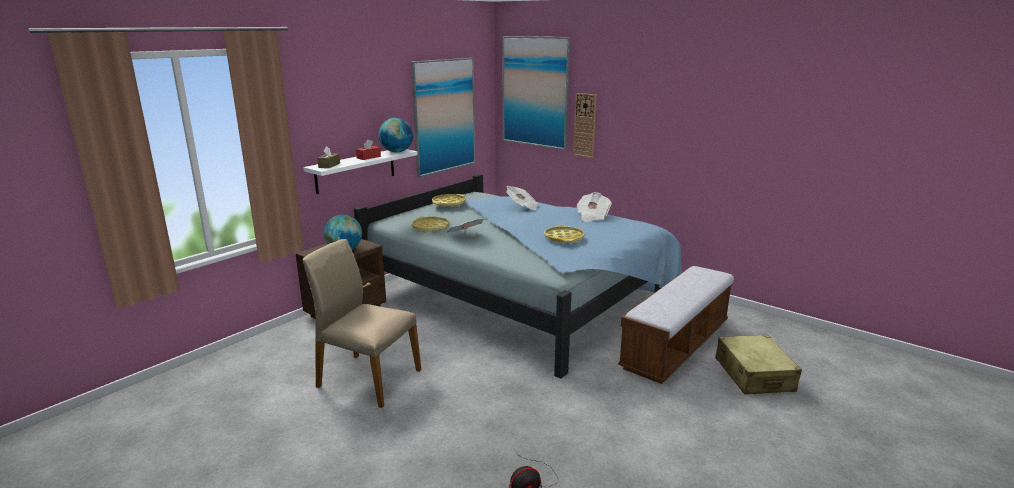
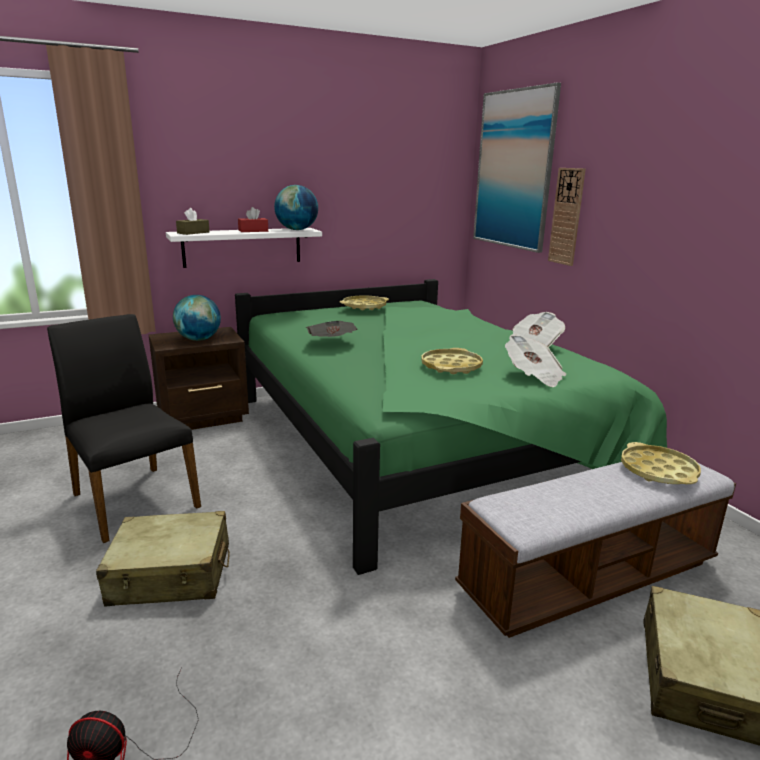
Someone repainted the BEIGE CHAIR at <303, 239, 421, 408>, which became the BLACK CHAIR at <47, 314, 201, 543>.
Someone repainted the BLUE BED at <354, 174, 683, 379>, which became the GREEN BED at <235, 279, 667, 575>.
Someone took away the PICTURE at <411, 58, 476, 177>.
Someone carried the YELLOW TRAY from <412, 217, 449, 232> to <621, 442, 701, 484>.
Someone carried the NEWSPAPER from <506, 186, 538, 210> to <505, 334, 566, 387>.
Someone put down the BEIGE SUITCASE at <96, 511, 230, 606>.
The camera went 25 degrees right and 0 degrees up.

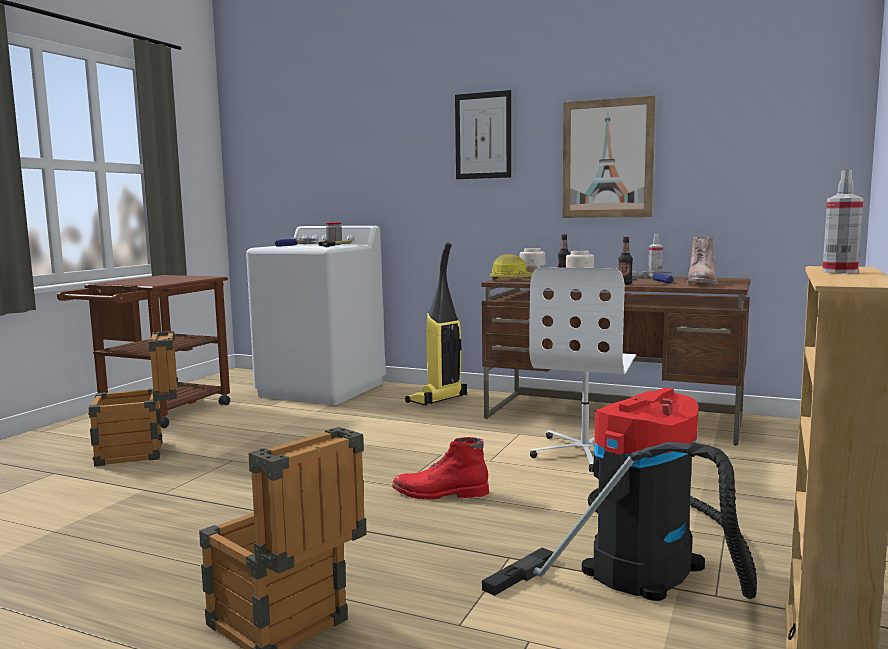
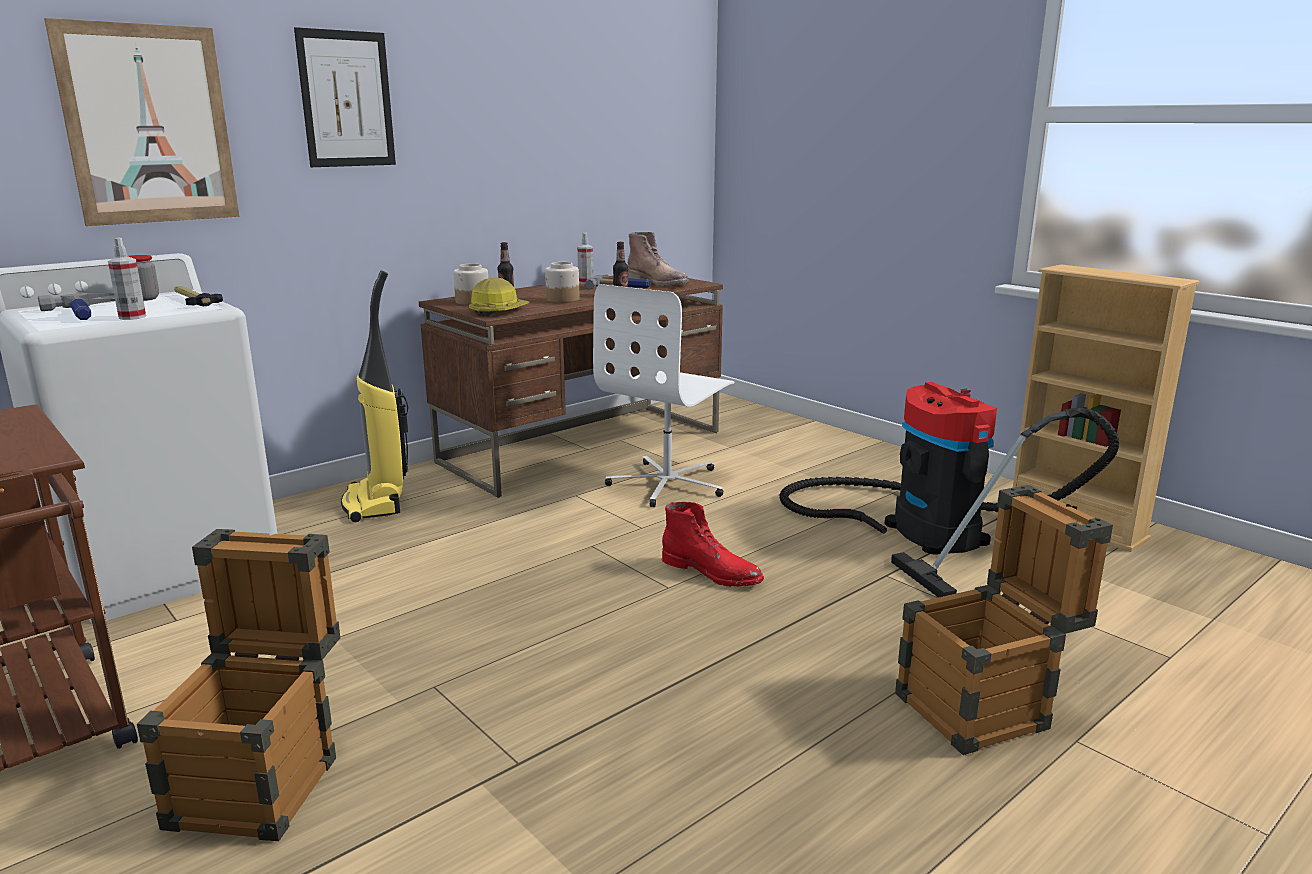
Someone rotated the RED BOOT at <392, 437, 489, 500> by 90 degrees counterclockwise.
Someone rotated the WHITE OFFICE CHAIR at <529, 267, 636, 472> by 75 degrees clockwise.
Someone carried the PICTURE from <563, 96, 656, 218> to <44, 18, 240, 226>.
Someone carried the SPRAY BOTTLE from <822, 170, 863, 274> to <108, 238, 146, 320>.
The camera went 65 degrees left and 10 degrees up.

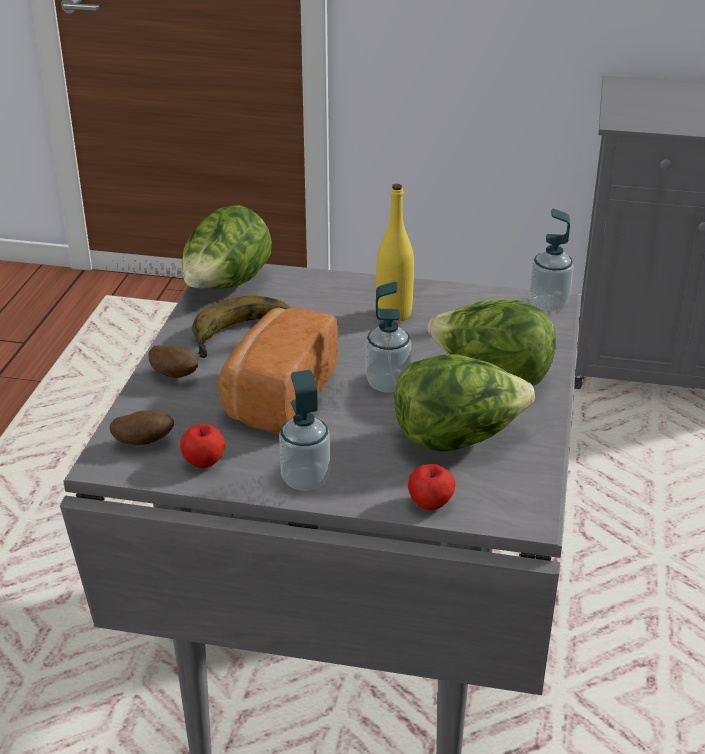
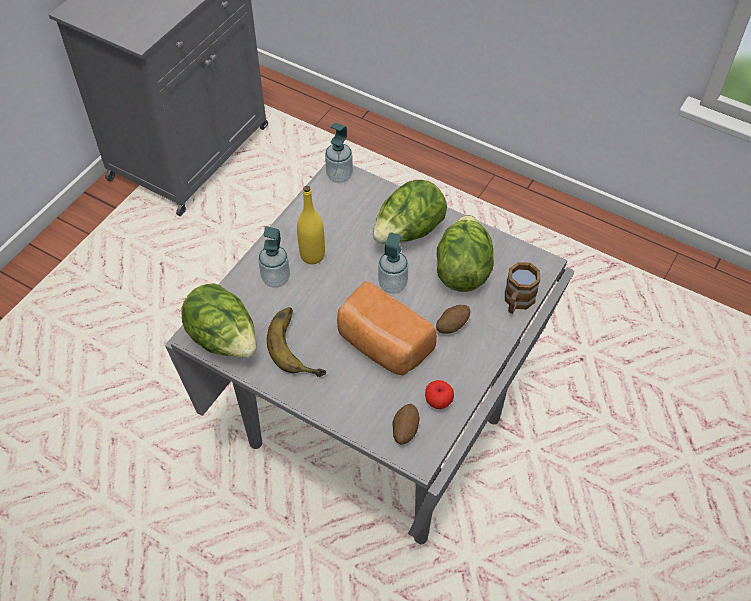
Someone carried the POTATO from <149, 346, 198, 378> to <436, 305, 470, 334>.
Someone carried the SOAP DISPENSER from <279, 370, 330, 491> to <258, 226, 290, 288>.
Someone swapped the APPLE at <408, 464, 456, 510> for the MUG at <505, 262, 540, 314>.
The camera went 70 degrees left and 20 degrees up.

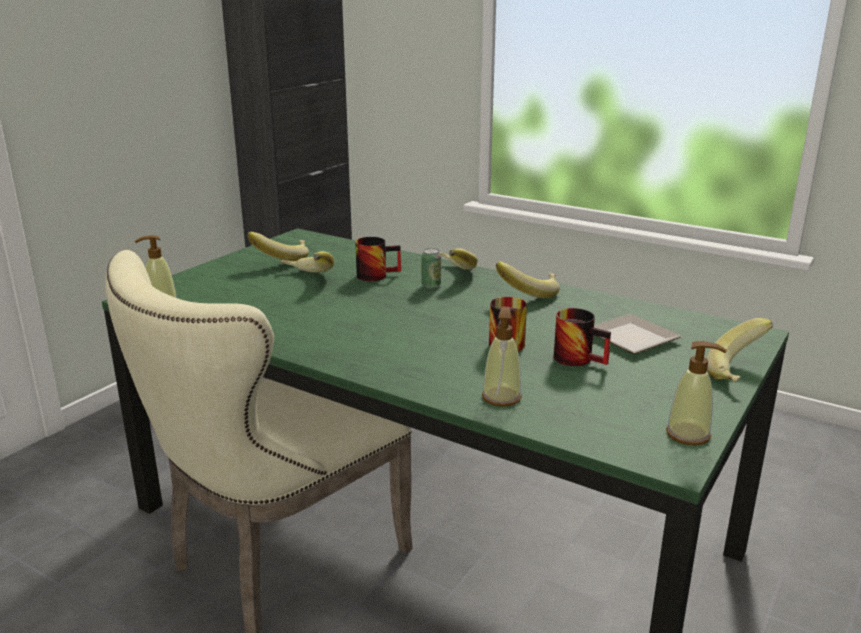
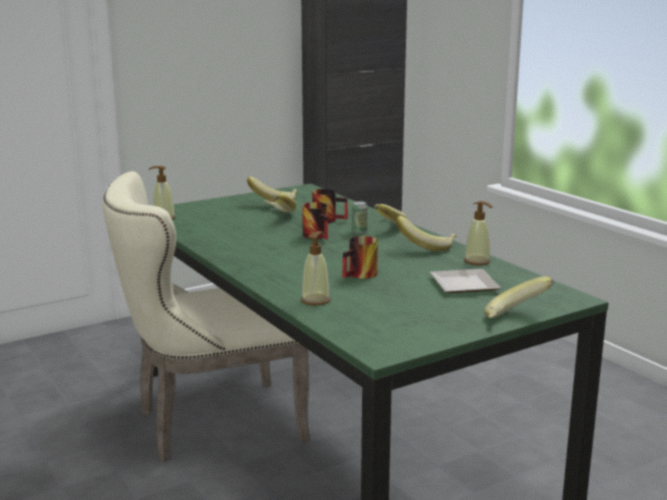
Someone carried the MUG from <554, 308, 611, 366> to <302, 202, 328, 239>.
Someone carried the SOAP DISPENSER from <666, 341, 727, 446> to <464, 201, 493, 265>.
The camera went 25 degrees right and 5 degrees down.

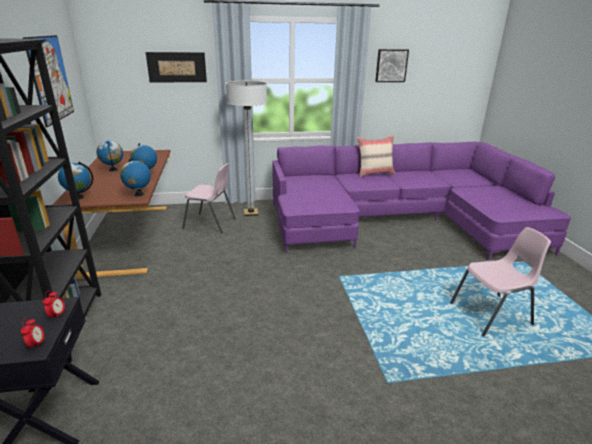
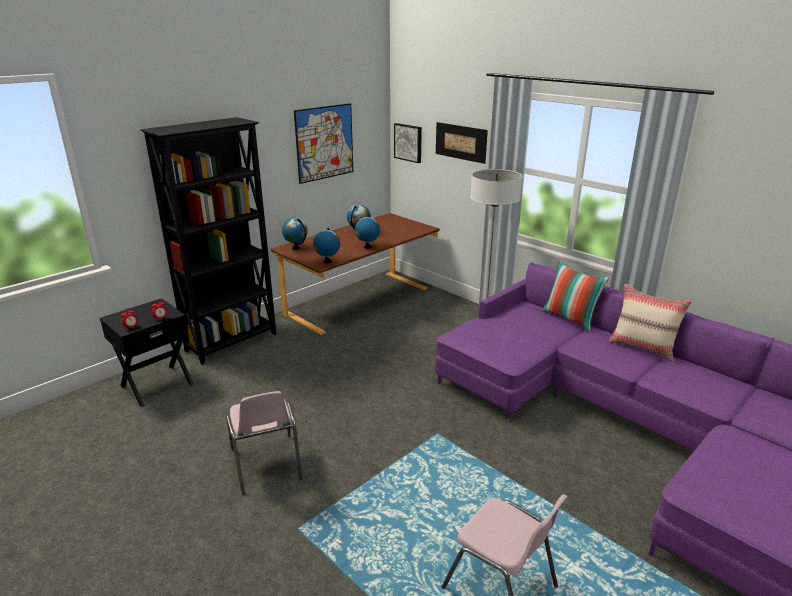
Someone carried the PINK CHAIR from <182, 163, 236, 234> to <226, 391, 303, 494>.
Someone carried the PICTURE from <375, 49, 409, 82> to <394, 123, 422, 163>.
Someone put down the PILLOW at <542, 261, 609, 332>.
The camera went 55 degrees right and 0 degrees up.

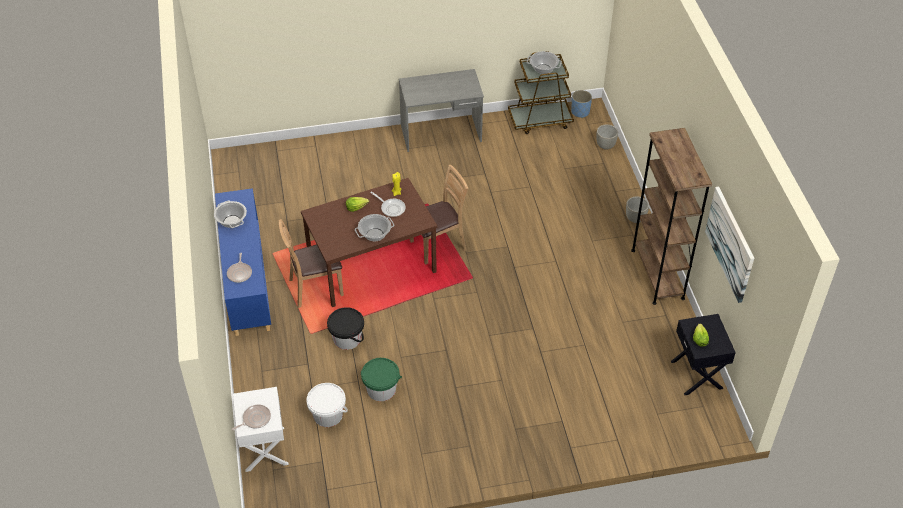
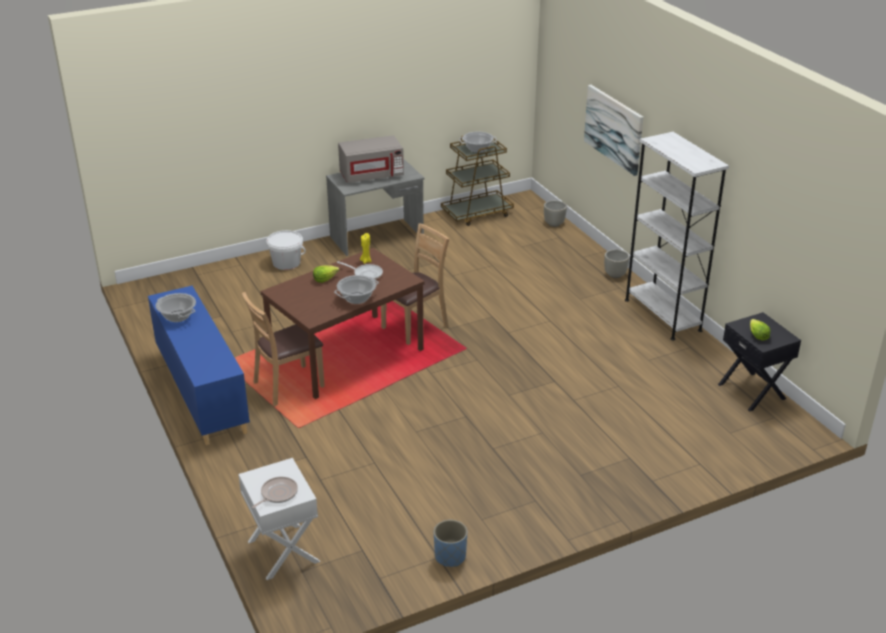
Someone took away the FRYING PAN at <227, 253, 252, 283>.
Someone carried the WHITE BUCKET from <306, 383, 348, 427> to <266, 230, 306, 270>.
Someone took away the BLACK BUCKET at <327, 307, 364, 350>.
Someone took away the GREEN BUCKET at <361, 358, 402, 401>.
Someone carried the BLUE PLANTER from <571, 90, 592, 118> to <434, 520, 467, 567>.
Someone repainted the BROWN BOOKCASE at <631, 128, 712, 305>, which became the WHITE BOOKCASE at <625, 132, 729, 340>.
Someone carried the PICTURE from <705, 187, 754, 303> to <584, 85, 644, 176>.
Someone put down the GREY MICROWAVE at <338, 135, 404, 183>.
The camera went 15 degrees left and 15 degrees down.

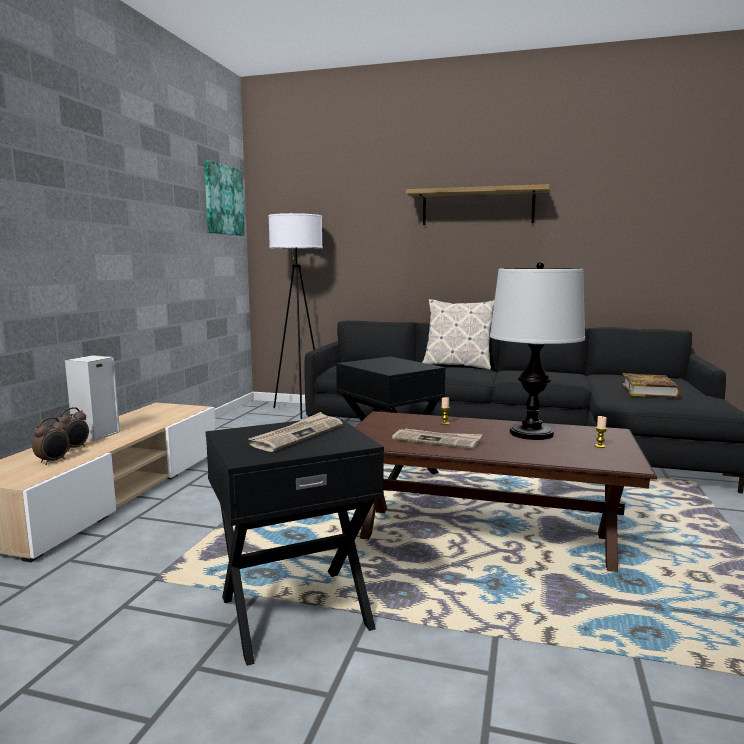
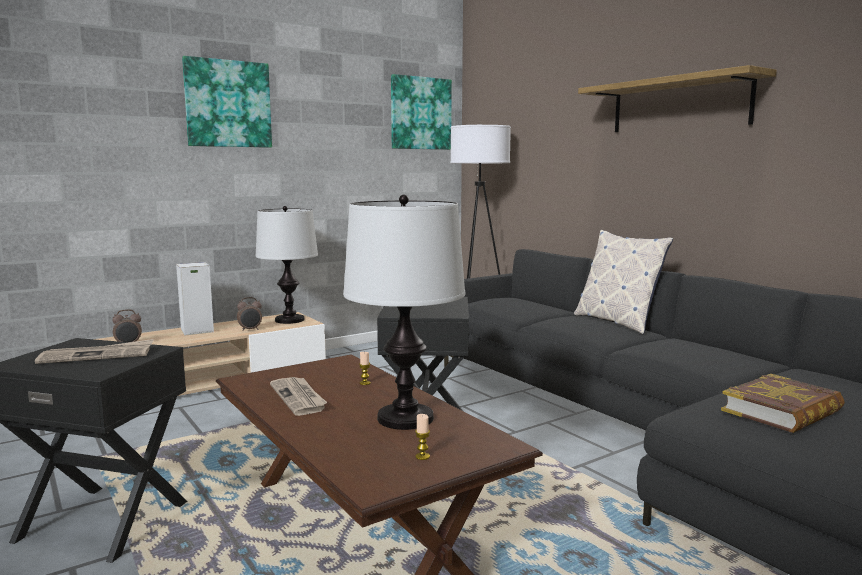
Someone carried the ALARM CLOCK from <57, 407, 89, 452> to <237, 297, 262, 331>.
Someone put up the PICTURE at <182, 56, 272, 148>.
Someone put down the TABLE LAMP at <255, 206, 318, 324>.
The camera went 40 degrees right and 0 degrees up.

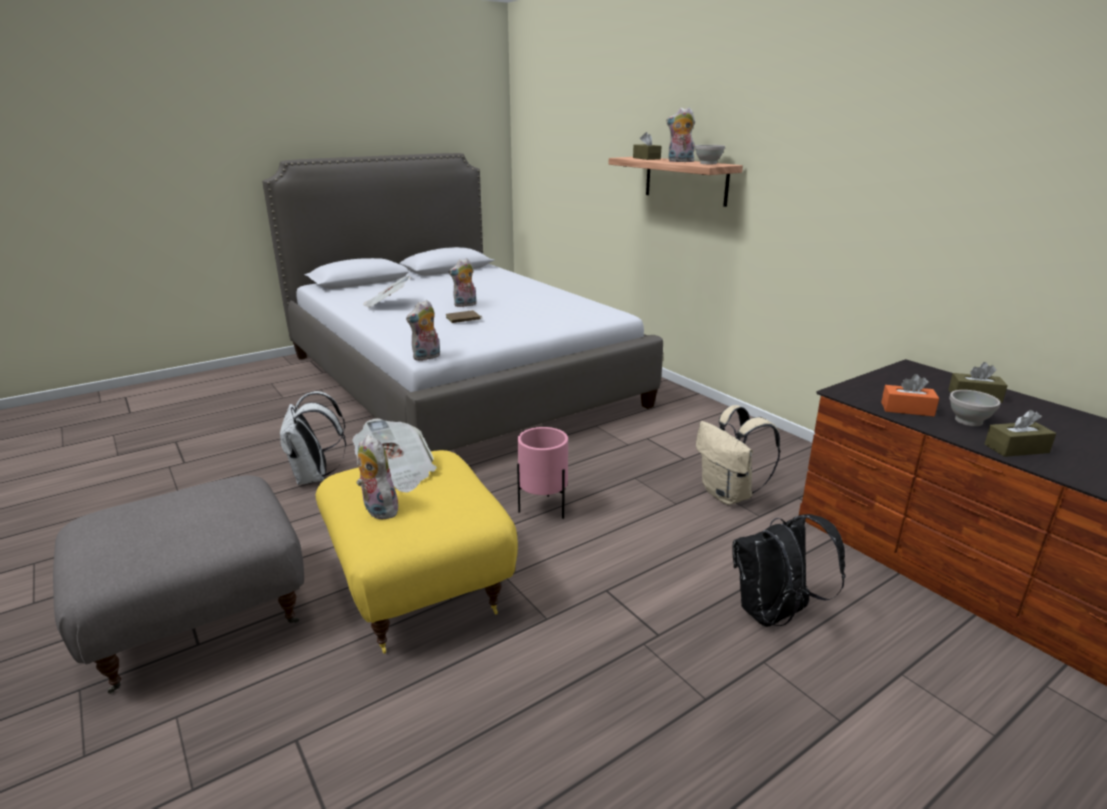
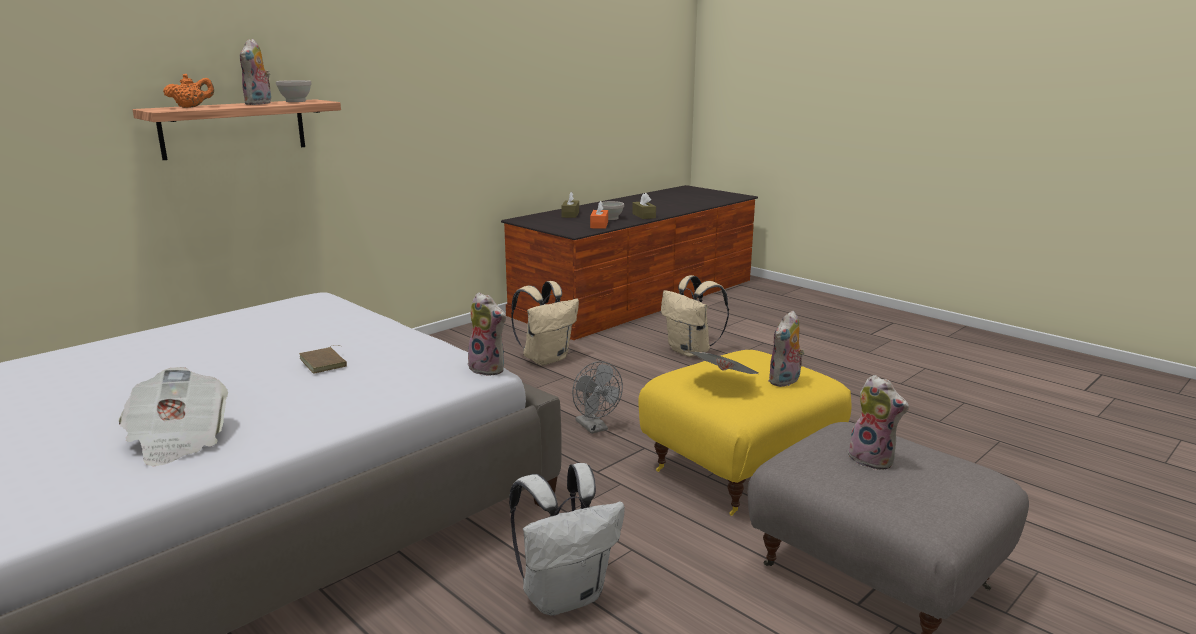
Someone carried the PLUSH TOY from <449, 258, 477, 307> to <848, 375, 909, 470>.
Someone swapped the PINK PLANTER at <517, 427, 568, 519> for the GREY FAN at <572, 361, 623, 434>.
Someone swapped the BROWN TISSUE BOX at <633, 132, 662, 160> for the ORANGE TEAPOT at <163, 74, 214, 108>.
Someone repainted the BLACK BACKPACK at <732, 514, 845, 627>, which became the BEIGE BACKPACK at <661, 275, 729, 357>.
The camera went 100 degrees left and 5 degrees down.

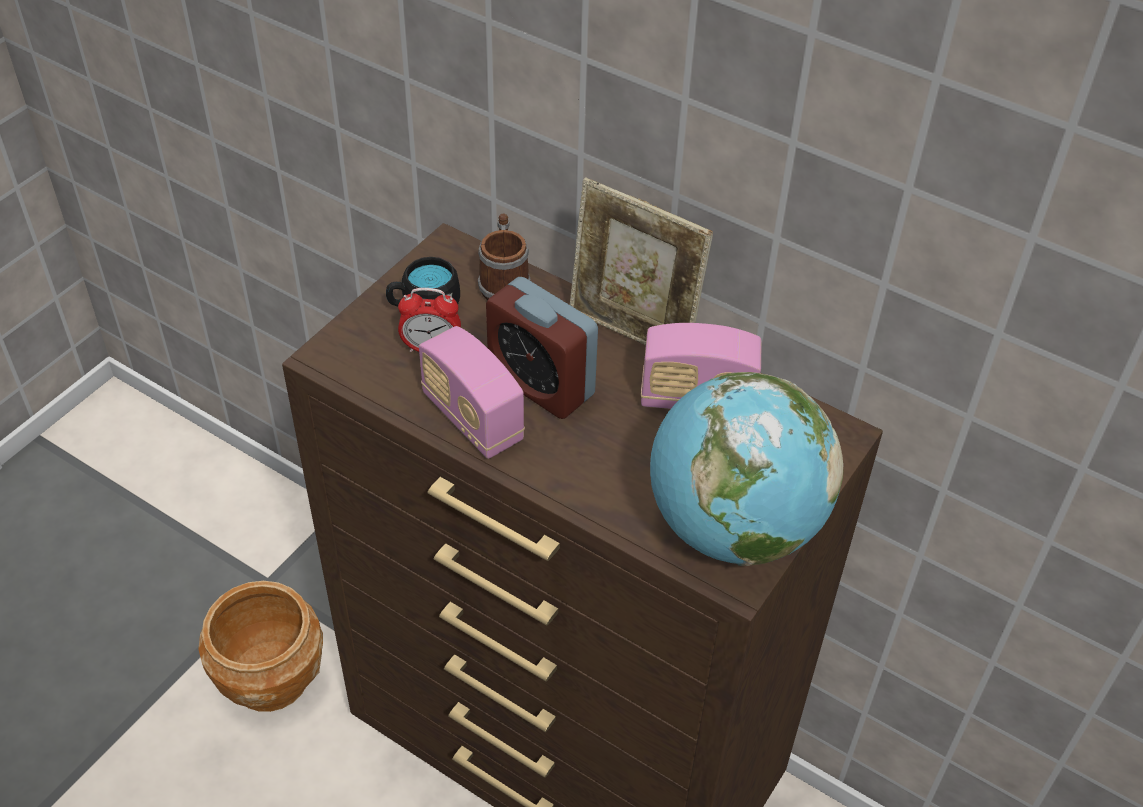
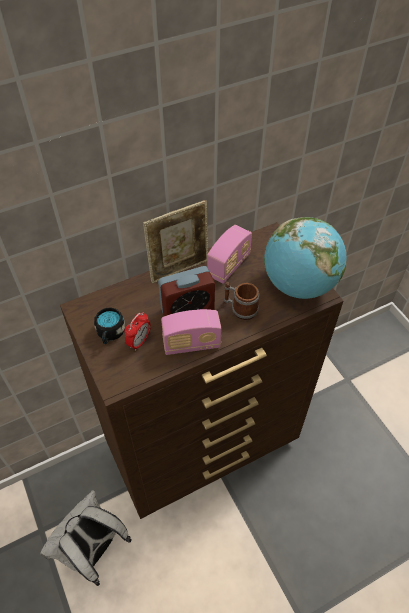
Someone swapped the BROWN PLANTER at <198, 581, 323, 712> for the WHITE BACKPACK at <40, 490, 131, 586>.
Someone carried the MUG from <478, 213, 531, 300> to <224, 282, 260, 320>.
The camera went 60 degrees left and 5 degrees up.

